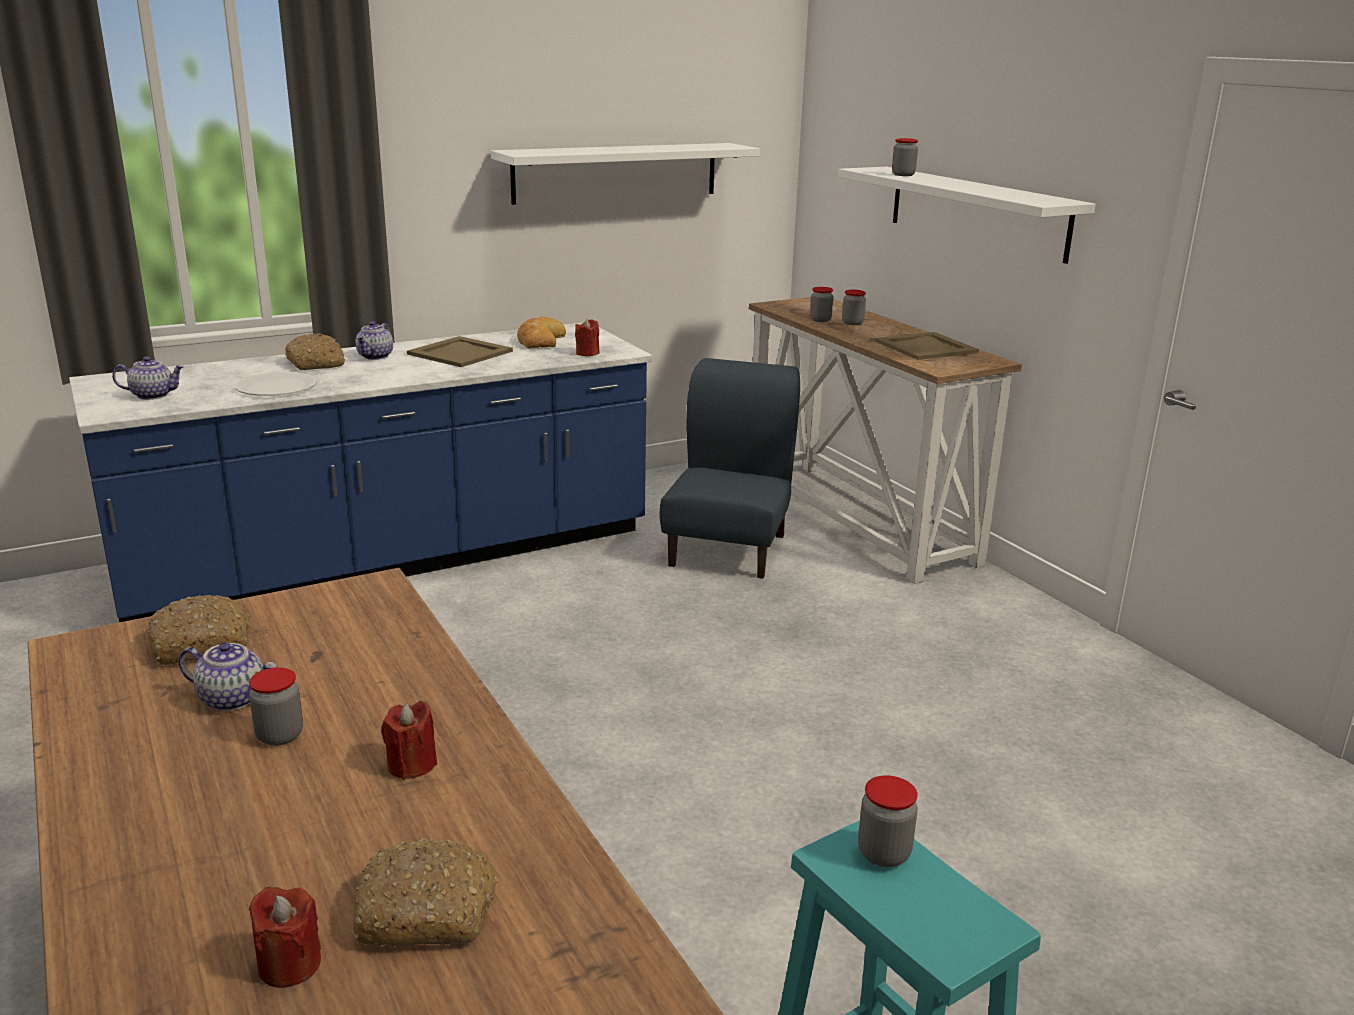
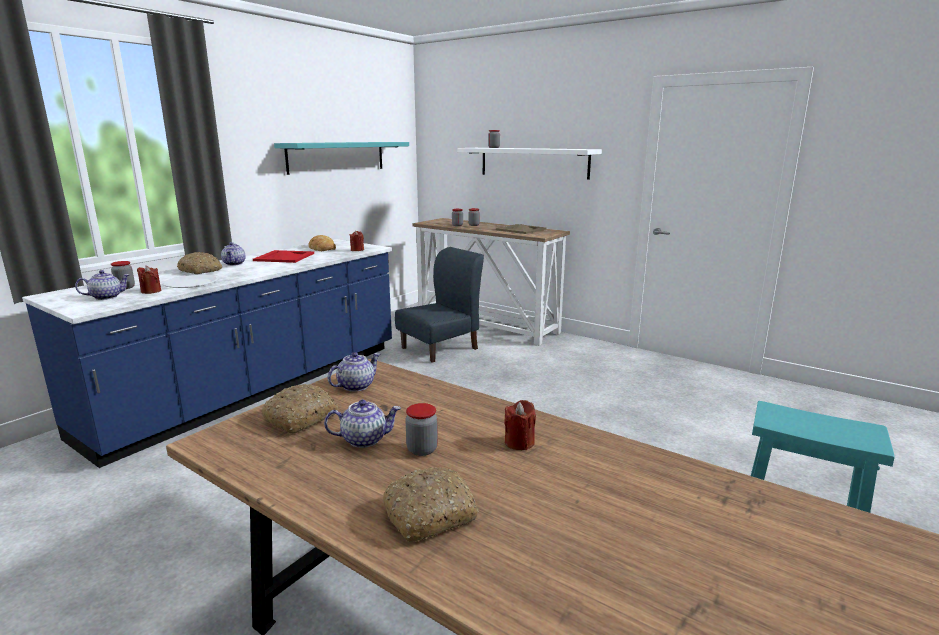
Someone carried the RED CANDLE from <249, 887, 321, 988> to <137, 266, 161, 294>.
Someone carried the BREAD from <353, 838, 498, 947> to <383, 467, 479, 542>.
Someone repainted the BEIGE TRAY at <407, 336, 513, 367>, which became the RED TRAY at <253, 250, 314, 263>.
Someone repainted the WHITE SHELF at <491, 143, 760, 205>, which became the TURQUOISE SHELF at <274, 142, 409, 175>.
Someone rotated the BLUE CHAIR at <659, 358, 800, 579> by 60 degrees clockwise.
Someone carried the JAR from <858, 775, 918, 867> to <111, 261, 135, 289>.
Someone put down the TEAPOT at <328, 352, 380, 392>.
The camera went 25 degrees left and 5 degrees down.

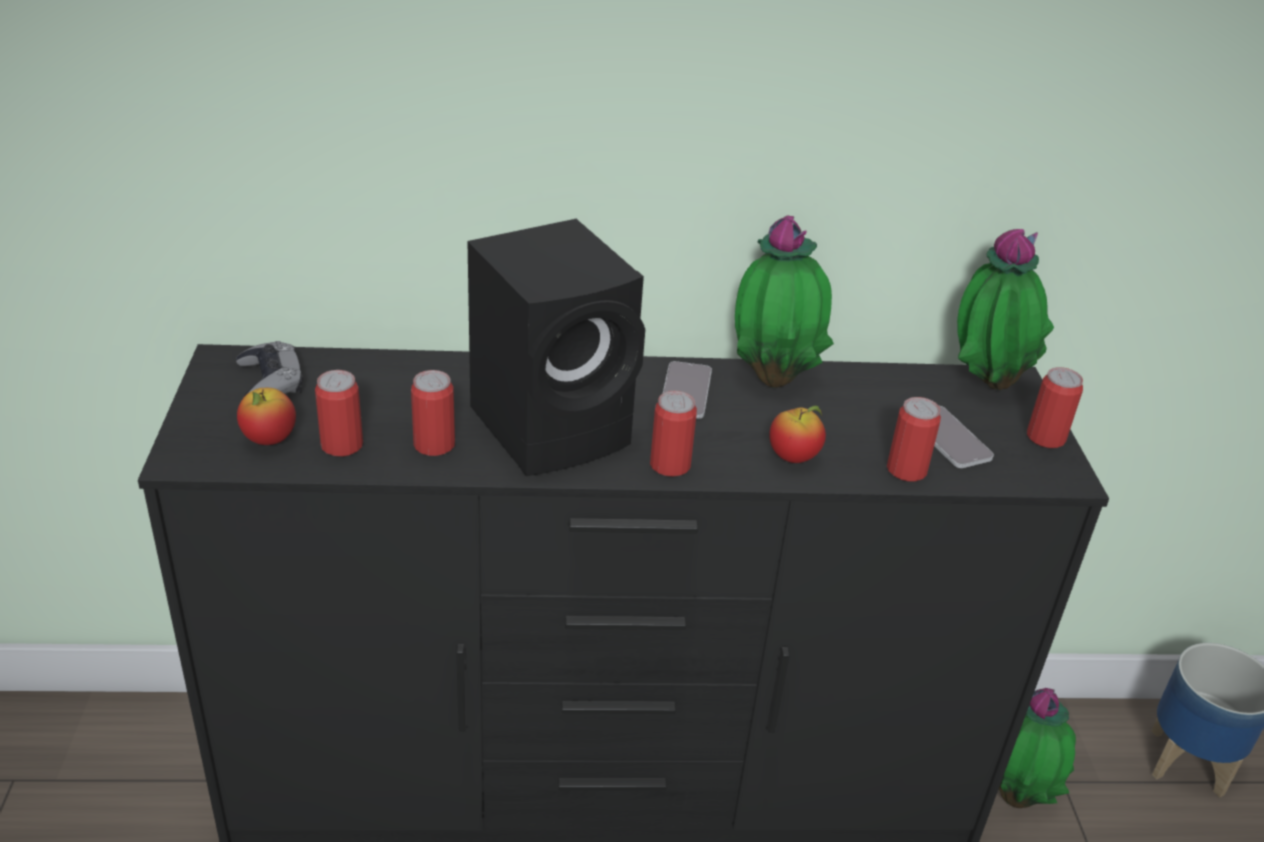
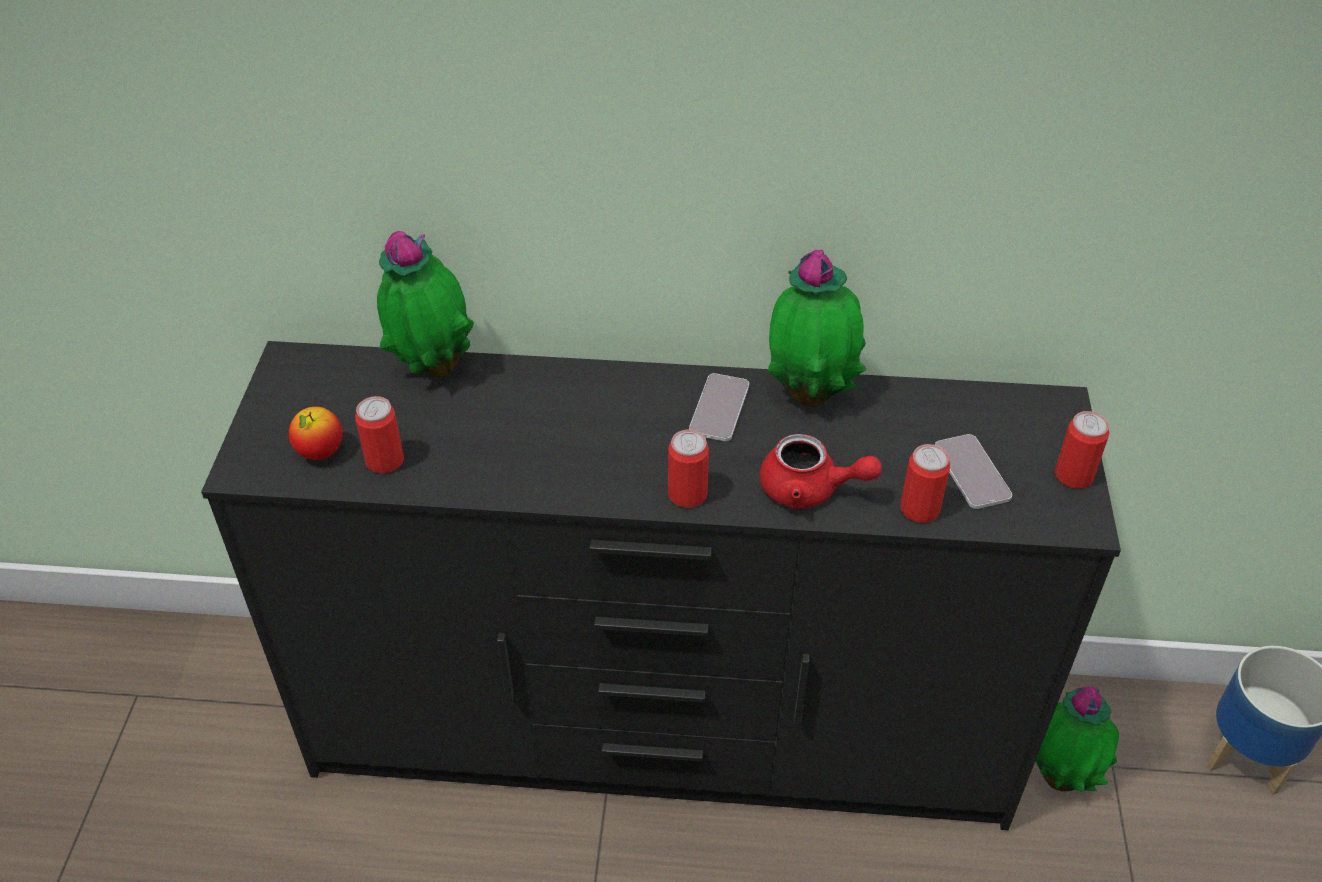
Someone took away the GREY GAME CONTROLLER at <236, 341, 303, 397>.
Someone took away the CAN at <411, 370, 455, 456>.
Someone took away the BLACK SPEAKER at <467, 219, 645, 476>.
Someone swapped the APPLE at <769, 406, 826, 463> for the RED TEAPOT at <760, 434, 882, 509>.
Someone carried the POTTED PLANT from <957, 229, 1054, 390> to <377, 231, 474, 377>.
The camera went 10 degrees right and 10 degrees up.

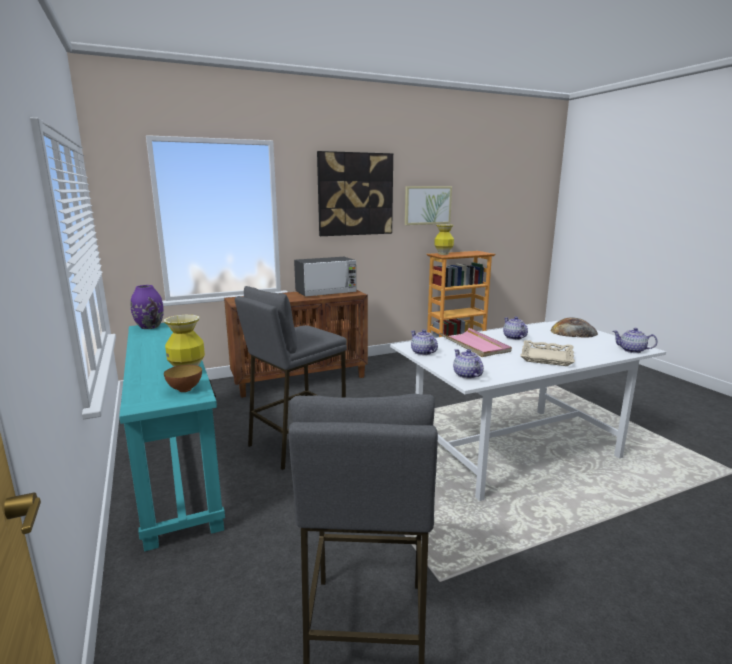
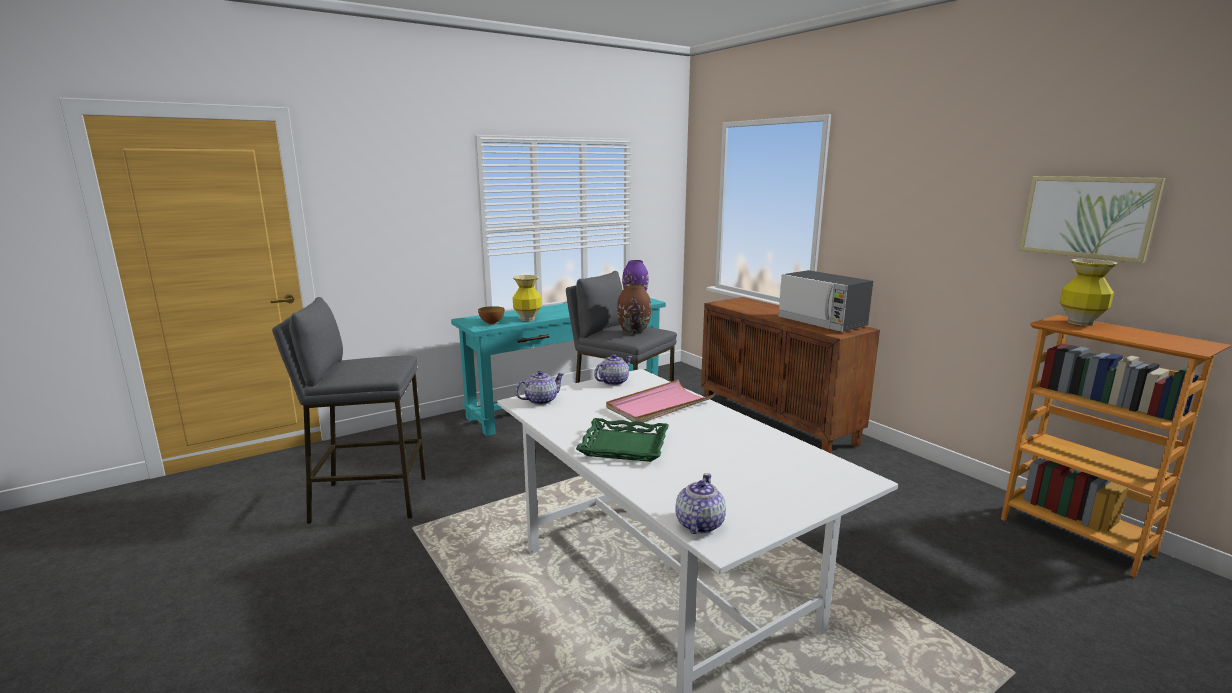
Someone took away the PICTURE at <317, 151, 393, 236>.
Someone took away the TEAPOT at <503, 317, 528, 340>.
Someone repainted the BEIGE TRAY at <520, 340, 575, 366>, which became the GREEN TRAY at <576, 418, 669, 462>.
Someone took away the BREAD at <551, 317, 598, 338>.
Someone put down the BROWN VASE at <617, 283, 651, 334>.
The camera went 80 degrees right and 0 degrees up.

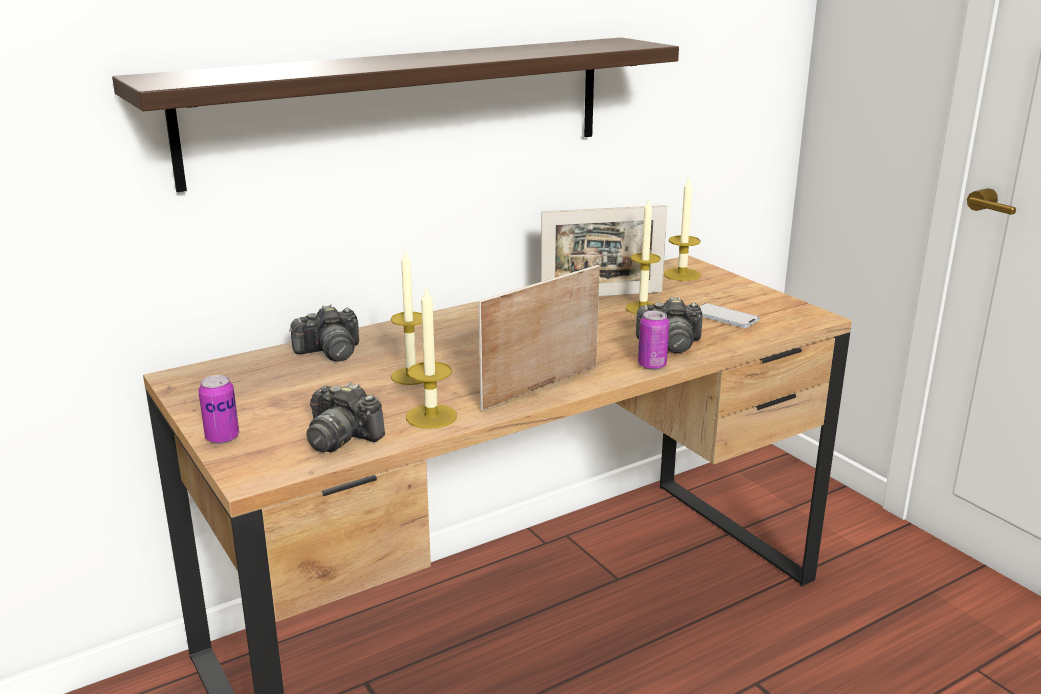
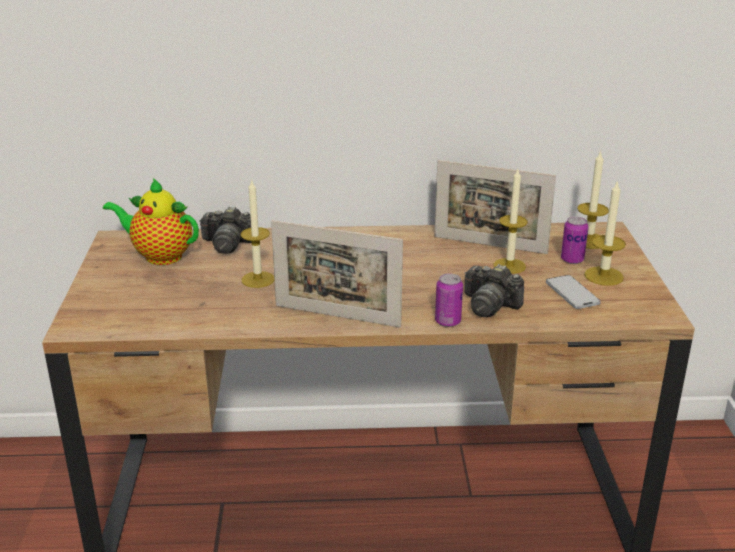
Someone took away the SHELF at <112, 37, 679, 192>.
Someone carried the CAN from <198, 375, 239, 444> to <561, 216, 588, 264>.
Someone took away the PHOTO CAMERA at <306, 382, 385, 453>.
Someone carried the CANDLE from <406, 286, 457, 429> to <584, 180, 626, 286>.
Someone rotated the PICTURE FRAME at <478, 265, 600, 411> by 150 degrees counterclockwise.
Someone put down the TEAPOT at <103, 178, 199, 265>.
The camera went 30 degrees right and 5 degrees up.

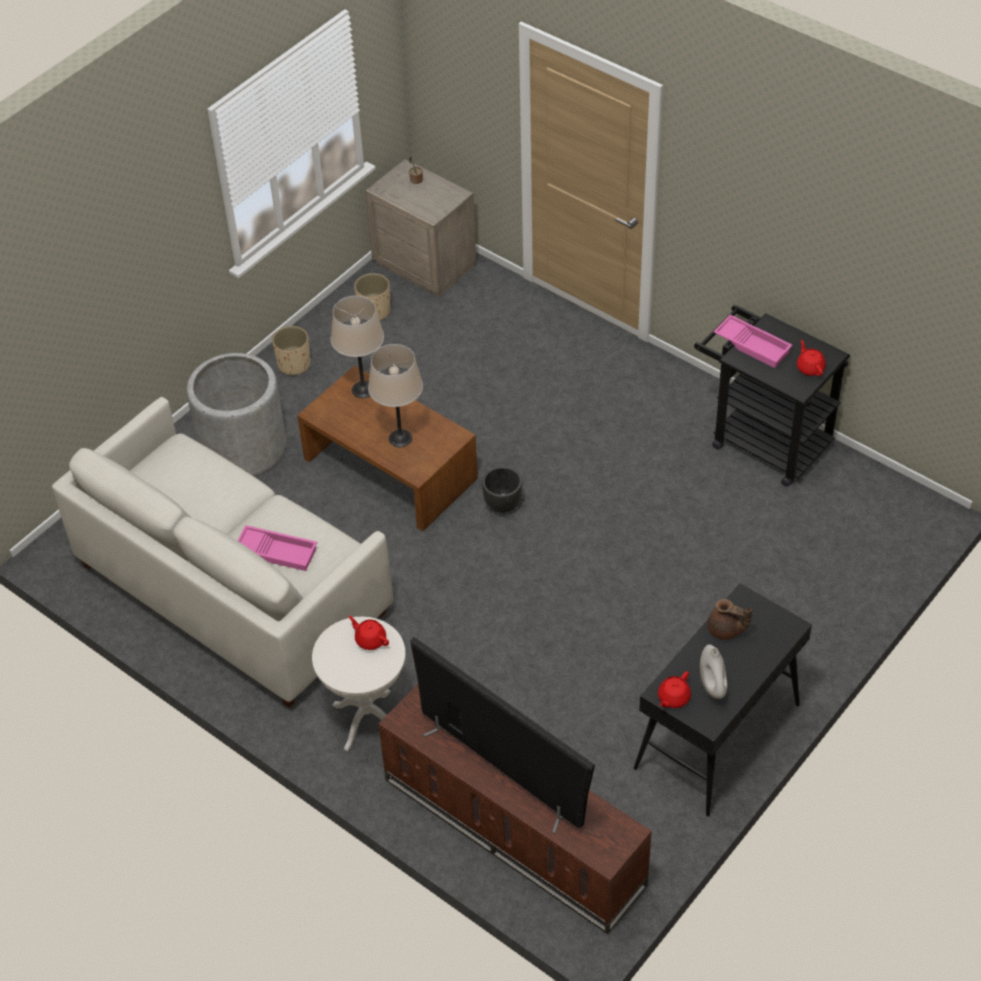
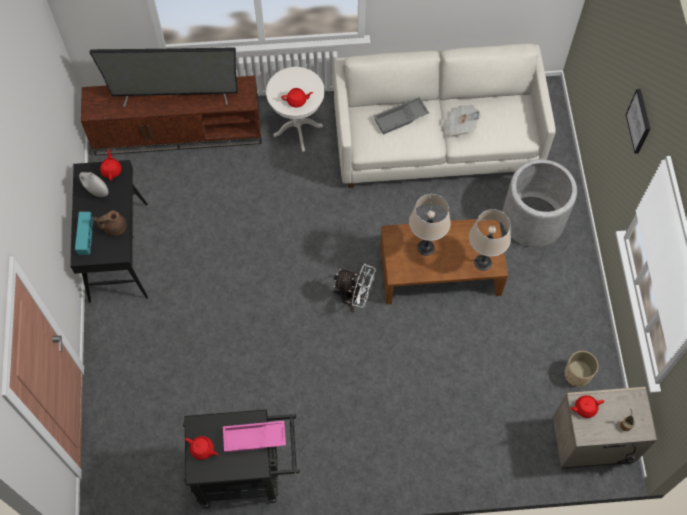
Someone repainted the PINK TRAY at <237, 525, 317, 571>, which became the GREY TRAY at <374, 97, 429, 135>.
Someone took away the BEIGE PLANTER at <272, 326, 310, 375>.
Someone swapped the BLACK PLANTER at <482, 467, 522, 513> for the WHITE FAN at <333, 264, 376, 312>.
Someone put down the RADIO at <75, 212, 94, 255>.
Someone put down the NEWSPAPER at <441, 105, 481, 137>.
Someone put down the RED TEAPOT at <570, 395, 604, 418>.
Someone put up the PICTURE at <626, 89, 650, 154>.
The camera went 135 degrees right and 15 degrees up.

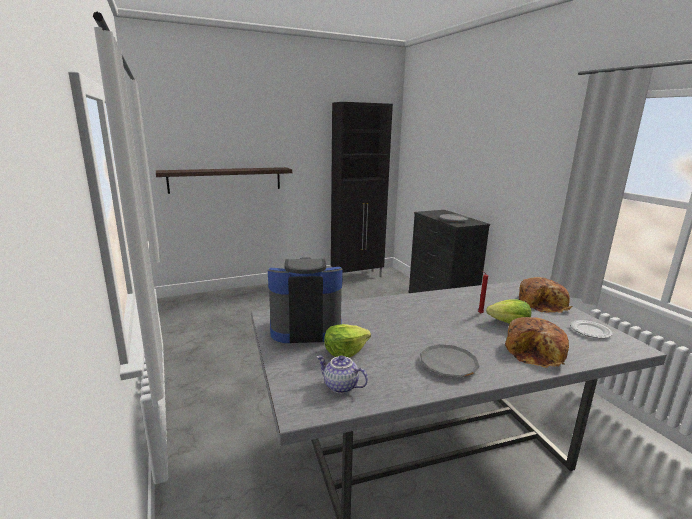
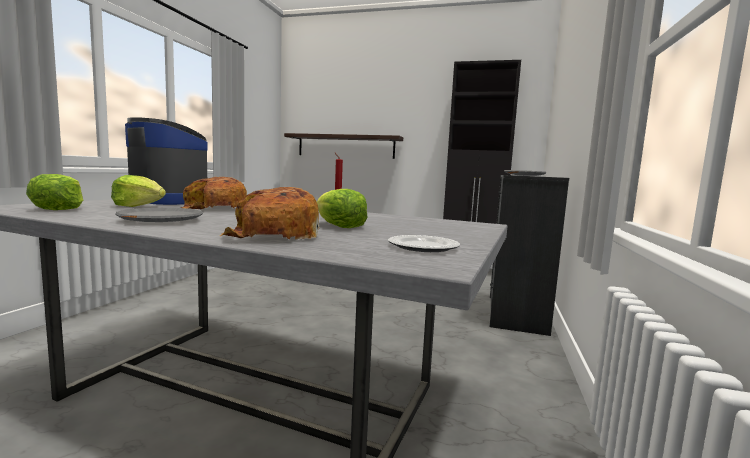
Someone swapped the TEAPOT at <317, 355, 368, 394> for the LETTUCE at <26, 174, 83, 210>.
Someone carried the BREAD from <519, 277, 573, 313> to <181, 177, 247, 209>.
The camera went 40 degrees right and 10 degrees down.

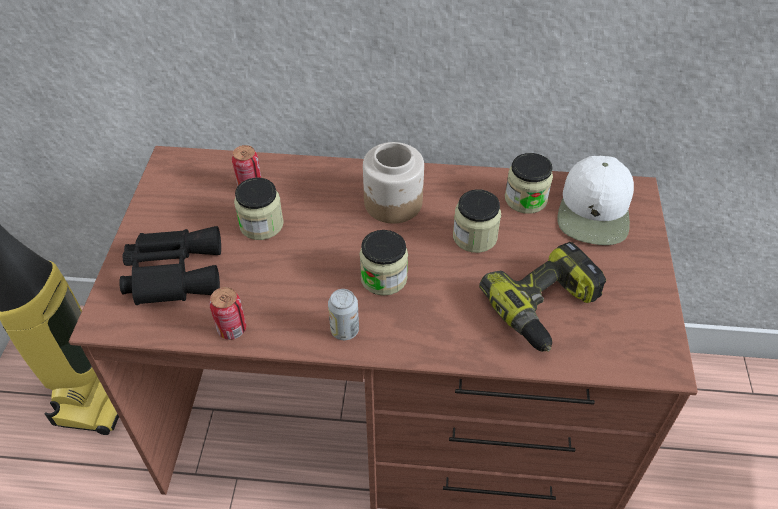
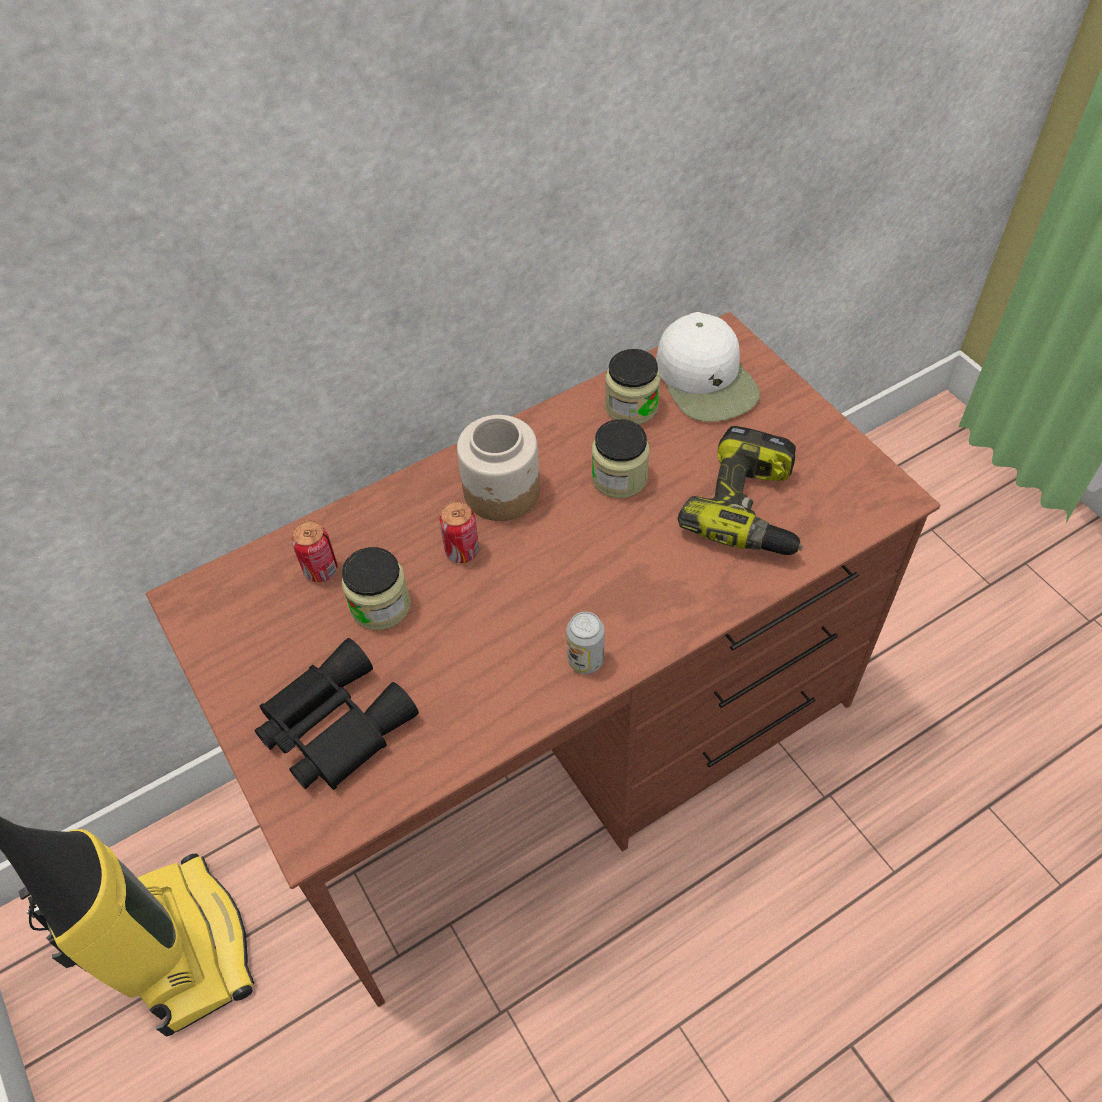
Someone carried the CAN from <210, 287, 246, 340> to <439, 501, 479, 563>.
Someone took away the JAR at <359, 230, 408, 296>.
The camera went 35 degrees left and 5 degrees up.

